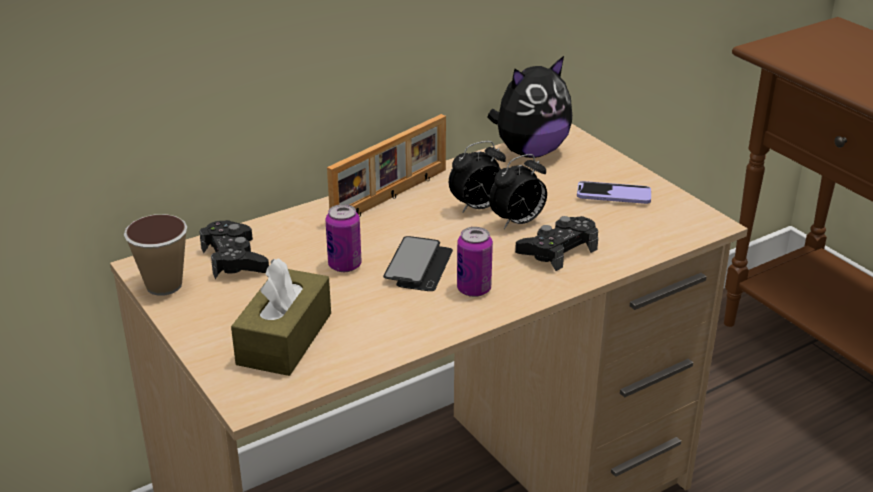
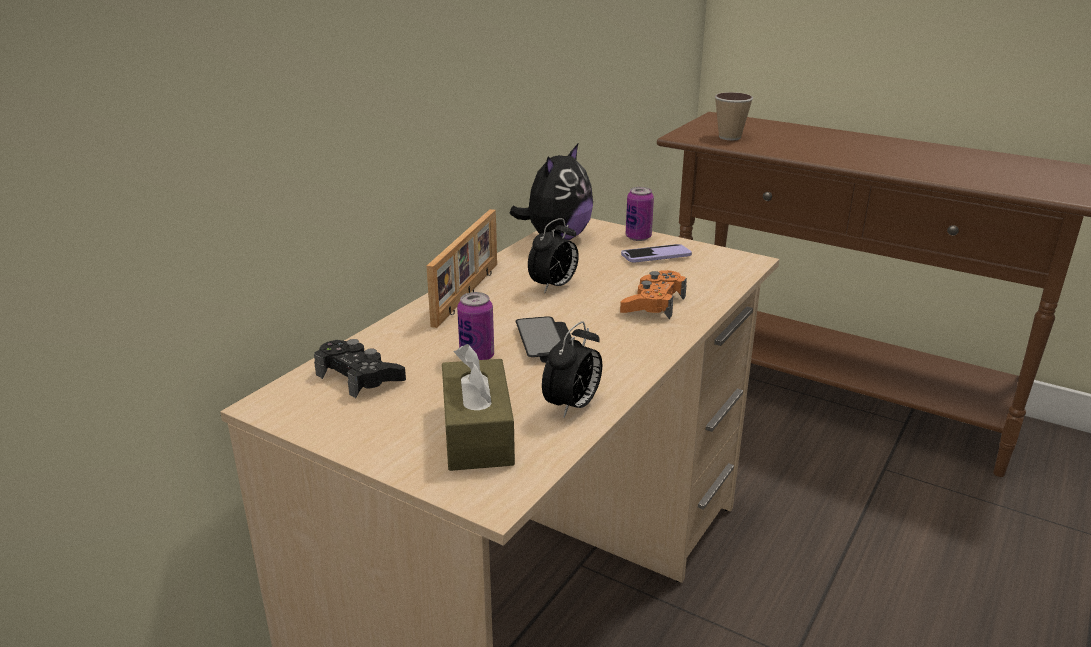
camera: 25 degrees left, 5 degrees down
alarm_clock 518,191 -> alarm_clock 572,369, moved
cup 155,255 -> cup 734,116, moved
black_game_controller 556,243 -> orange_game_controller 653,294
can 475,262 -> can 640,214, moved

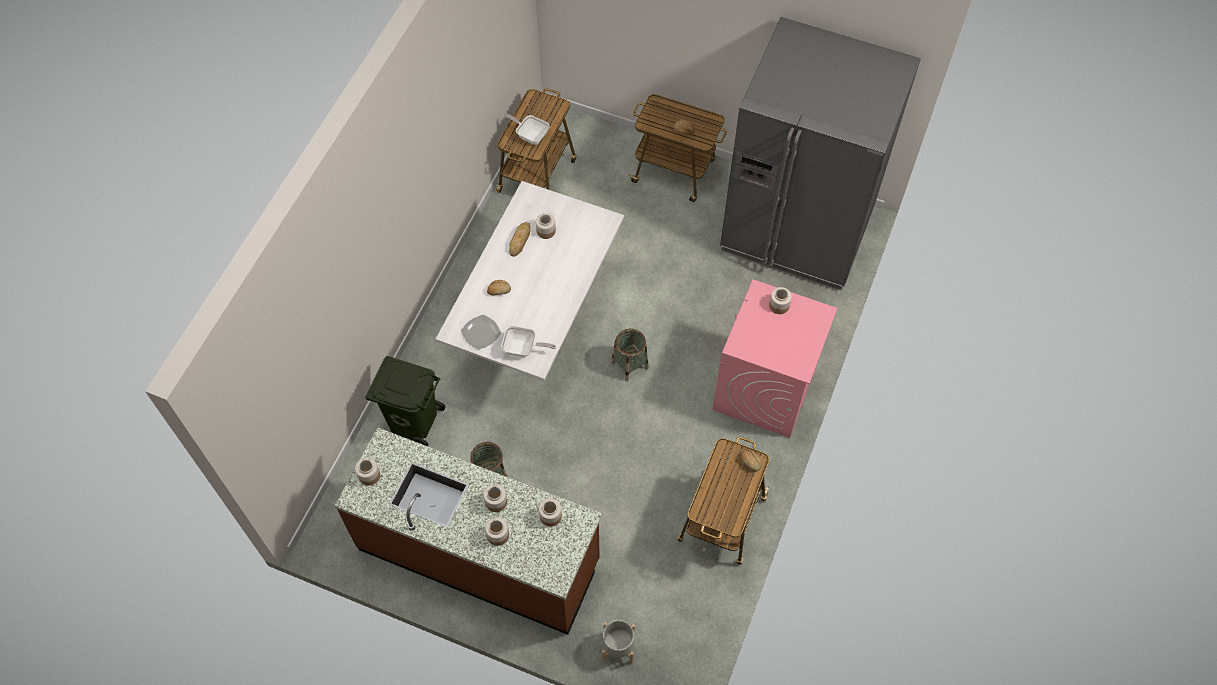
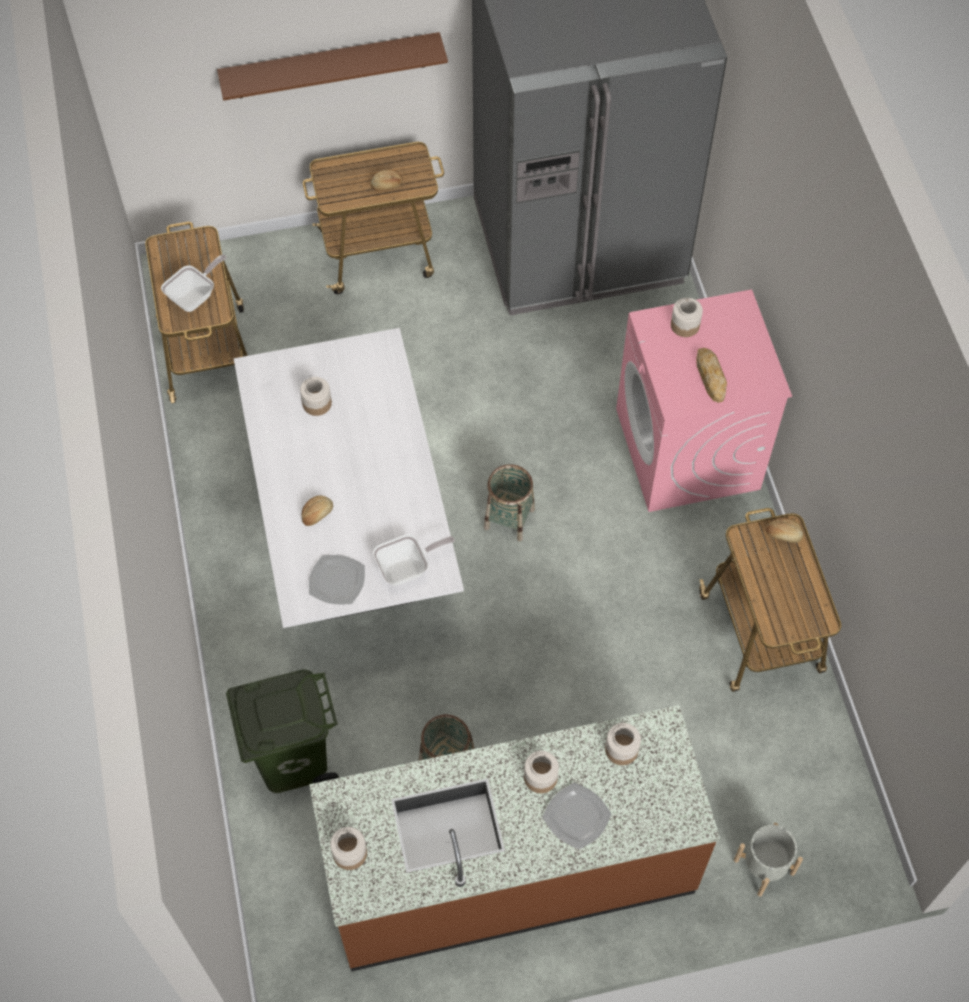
camera: 35 degrees left, 0 degrees up
frying_pan 527,129 -> frying_pan 194,283, 135 degrees clockwise
bread 519,239 -> bread 711,375, moved
jar 497,531 -> plate 576,816
none -> brown_shelf 332,66

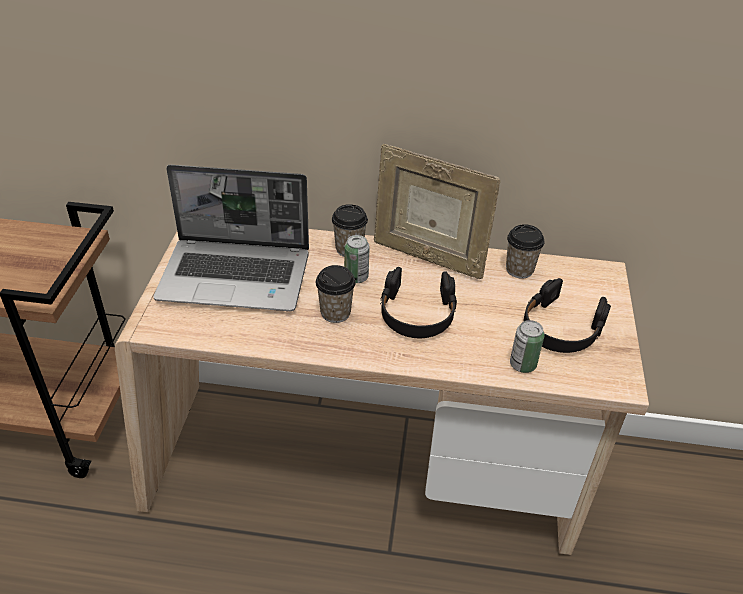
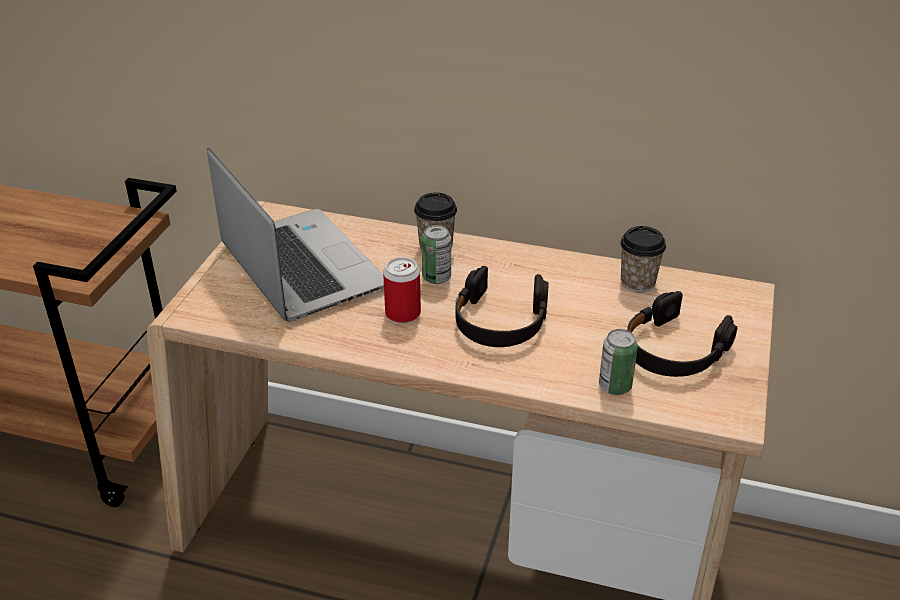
camera: 10 degrees right, 5 degrees down
picture_frame 437,211 -> none
laptop 231,238 -> laptop 295,235, 135 degrees counterclockwise
cup 336,294 -> can 402,290

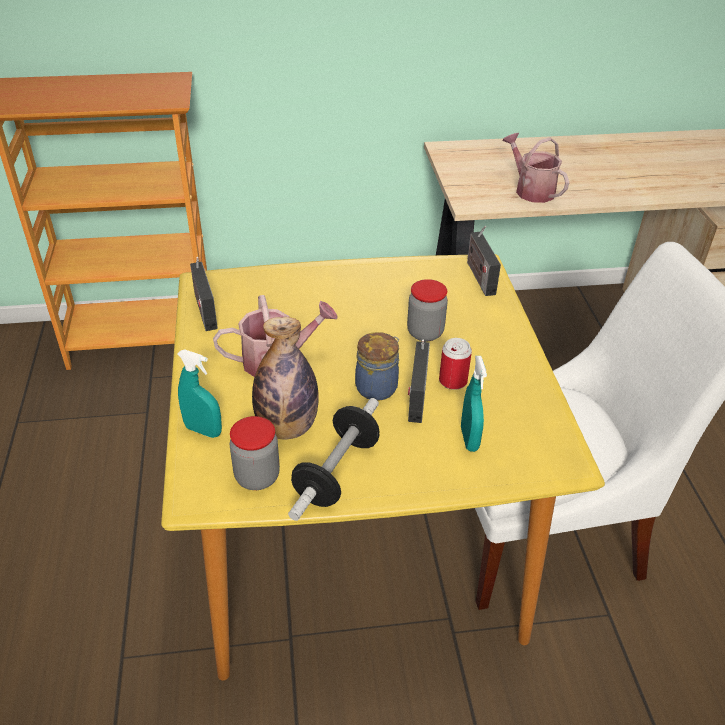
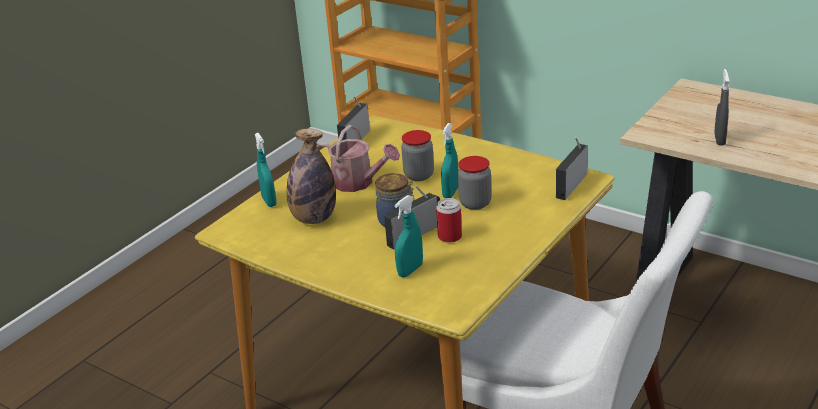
camera: 45 degrees right, 10 degrees down
watering_can 535,168 -> grey_spray_bottle 721,107
dumbbell 334,459 -> none
jar 255,453 -> jar 417,155, moved
none -> turquoise_spray_bottle 449,160

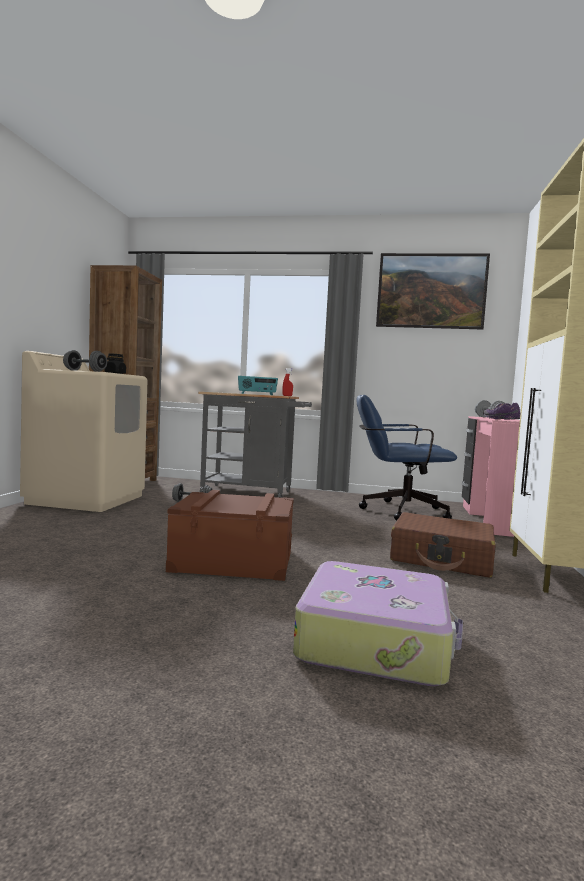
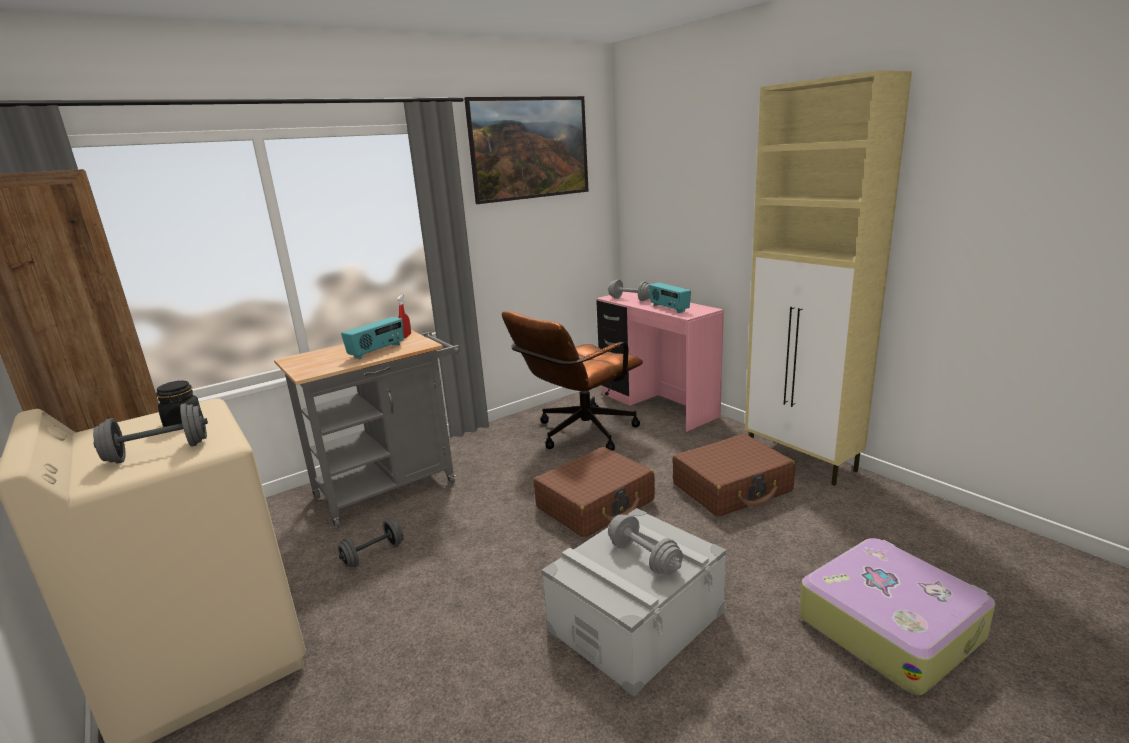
camera: 45 degrees left, 15 degrees up
blue_office_chair 406,458 -> brown_office_chair 572,381
purple_shoe 502,411 -> radio 670,298
brown_storage_box 230,535 -> grey_storage_box 634,602
none -> brown_suitcase 594,492
none -> grey_dumbbell 645,544

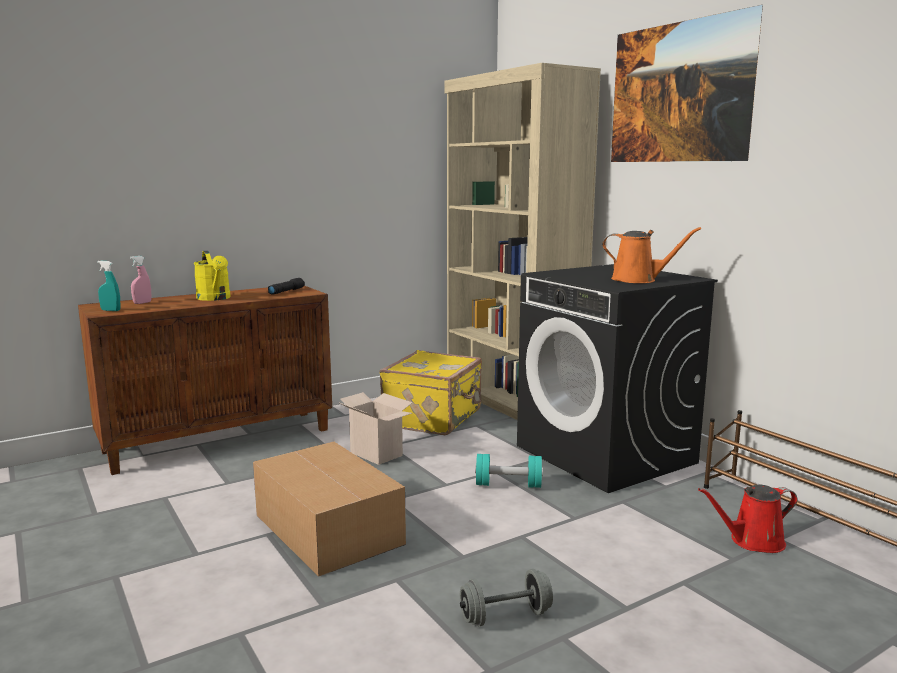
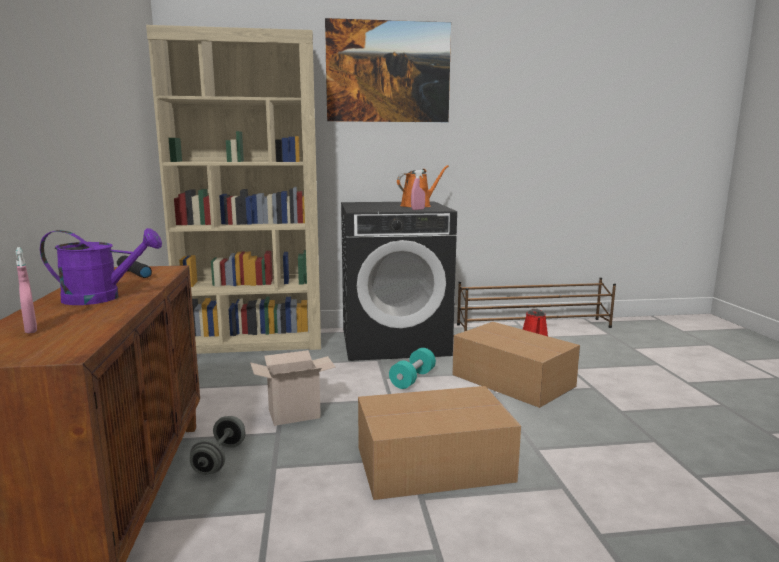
camera: 65 degrees left, 0 degrees up
yellow_watering_can 212,276 -> purple_watering_can 101,266
turquoise_spray_bottle 108,286 -> none
yellow_suitcase 430,392 -> none
grey_dumbbell 506,597 -> grey_dumbbell 218,445, moved
none -> pink_spray_bottle 418,190
none -> cardboard_box 516,365

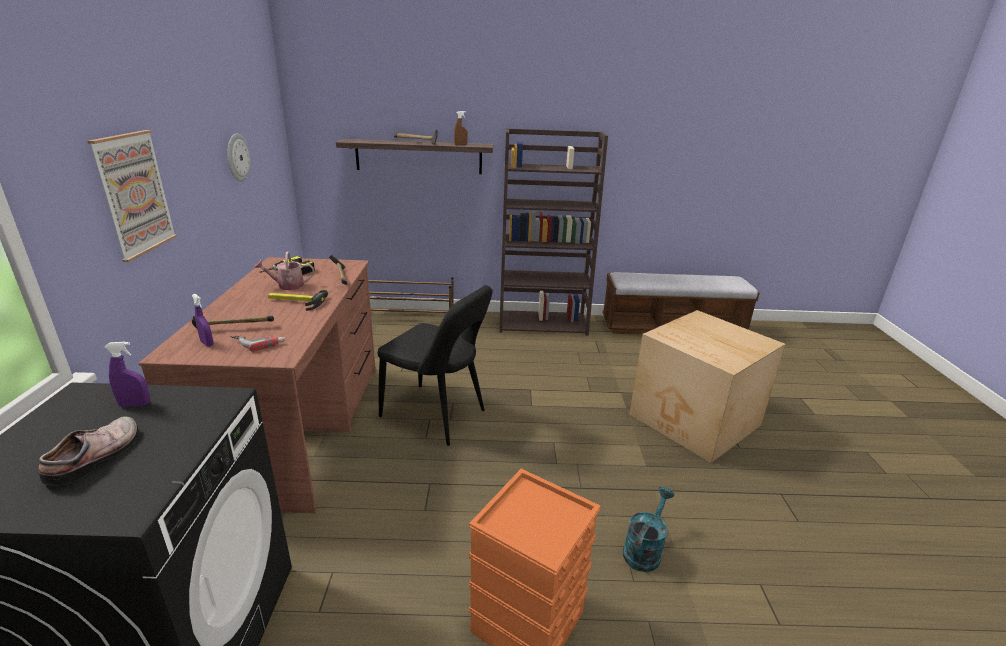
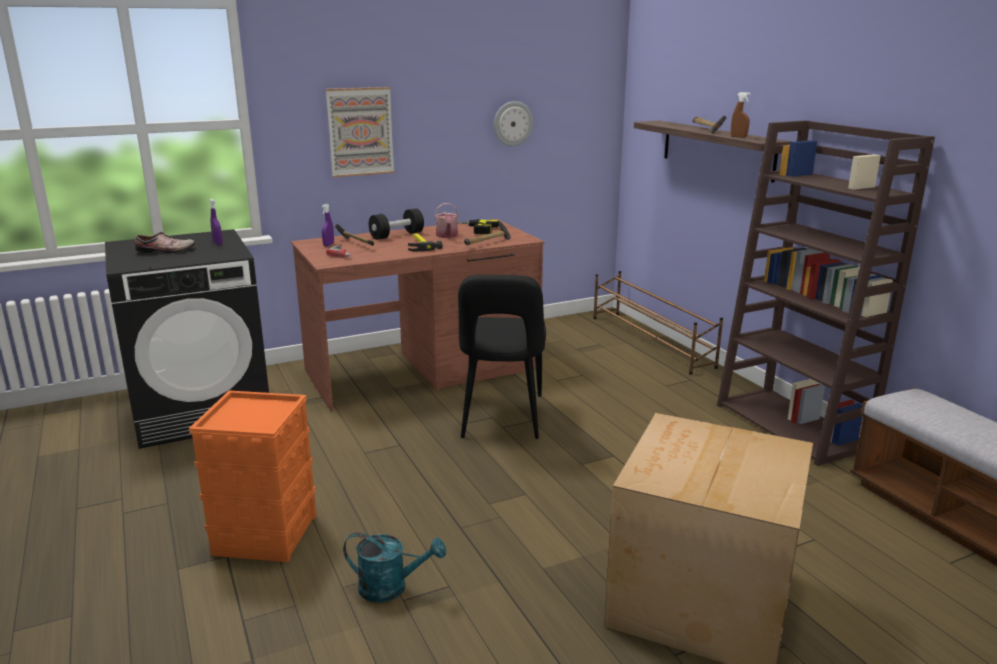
camera: 65 degrees right, 5 degrees down
watering_can 284,271 -> watering_can 446,220, 150 degrees counterclockwise
none -> black_dumbbell 396,224

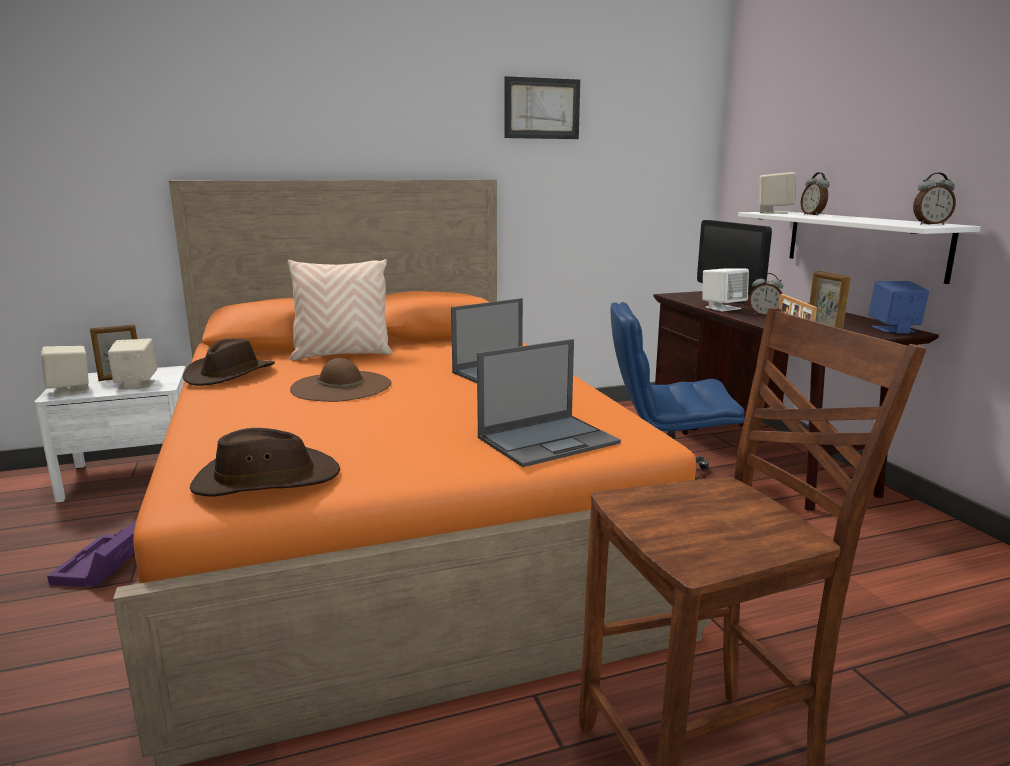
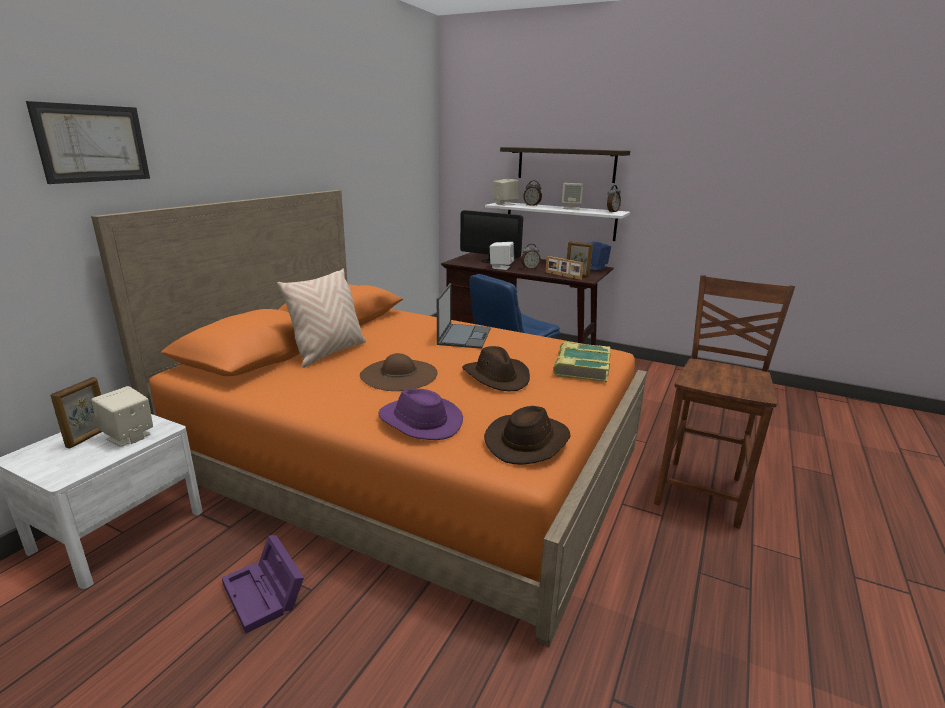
camera: 45 degrees left, 5 degrees up
picture 542,107 -> picture 88,142, moved
brown_hat 229,362 -> brown_hat 496,368, moved
laptop 549,403 -> book 582,361
beige_speaker 65,371 -> beige_speaker 573,196, moved
none -> shelf 565,165
none -> purple_hat 420,414

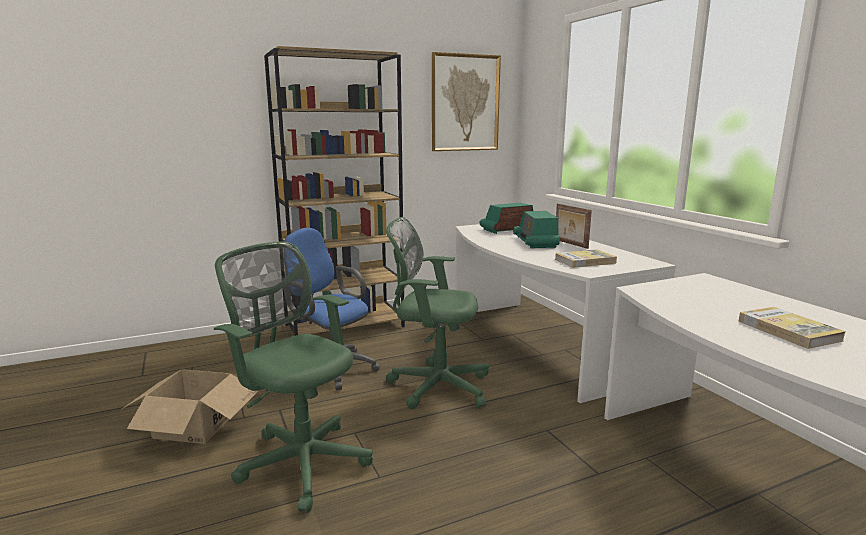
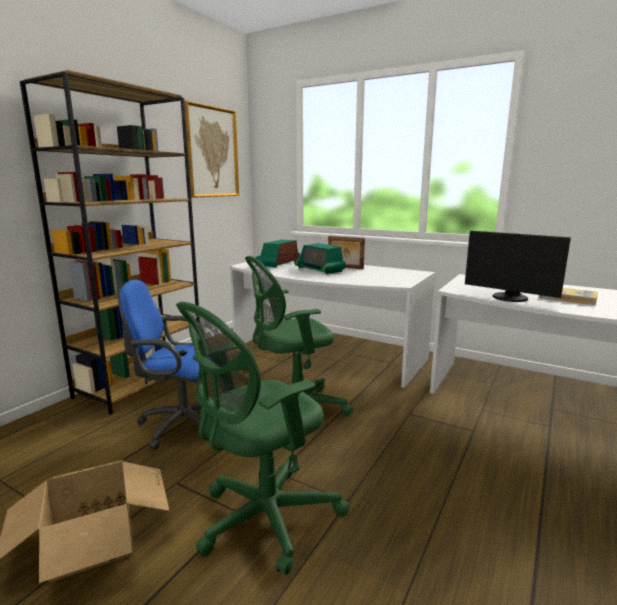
camera: 35 degrees left, 0 degrees up
green_office_chair 293,377 -> green_office_chair 263,438, 45 degrees counterclockwise
book 586,258 -> none
none -> monitor 518,266

